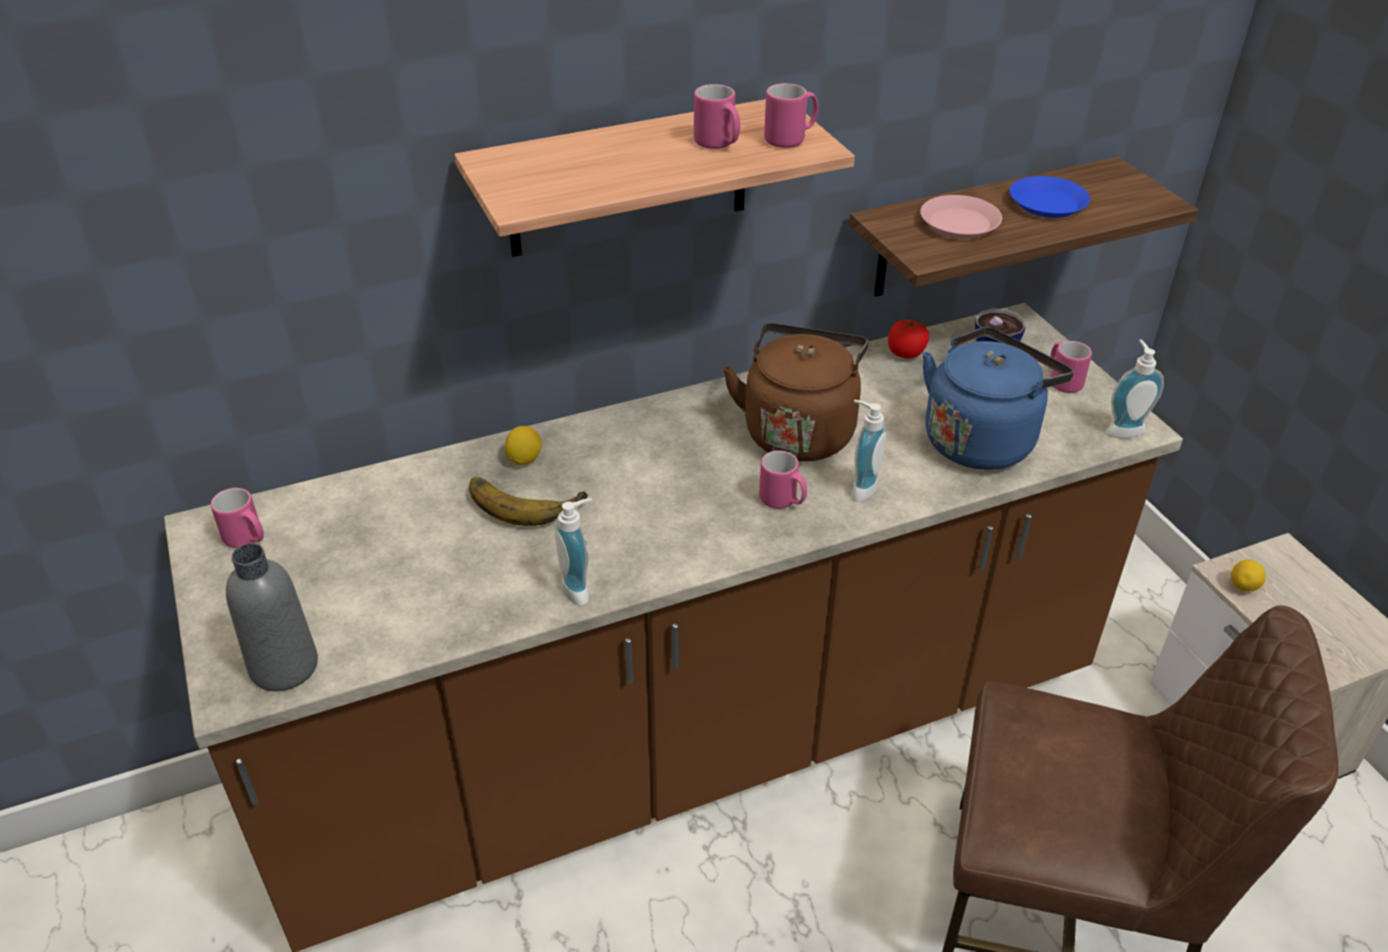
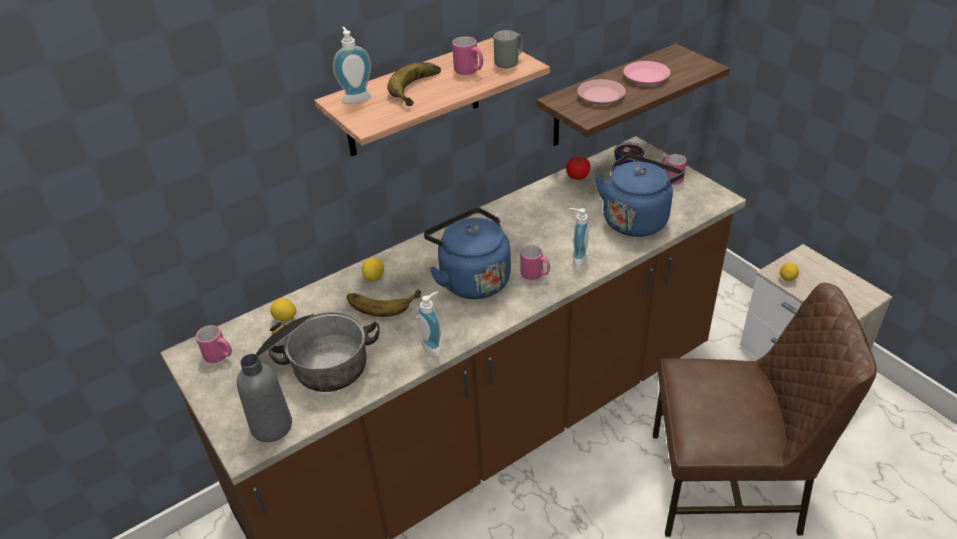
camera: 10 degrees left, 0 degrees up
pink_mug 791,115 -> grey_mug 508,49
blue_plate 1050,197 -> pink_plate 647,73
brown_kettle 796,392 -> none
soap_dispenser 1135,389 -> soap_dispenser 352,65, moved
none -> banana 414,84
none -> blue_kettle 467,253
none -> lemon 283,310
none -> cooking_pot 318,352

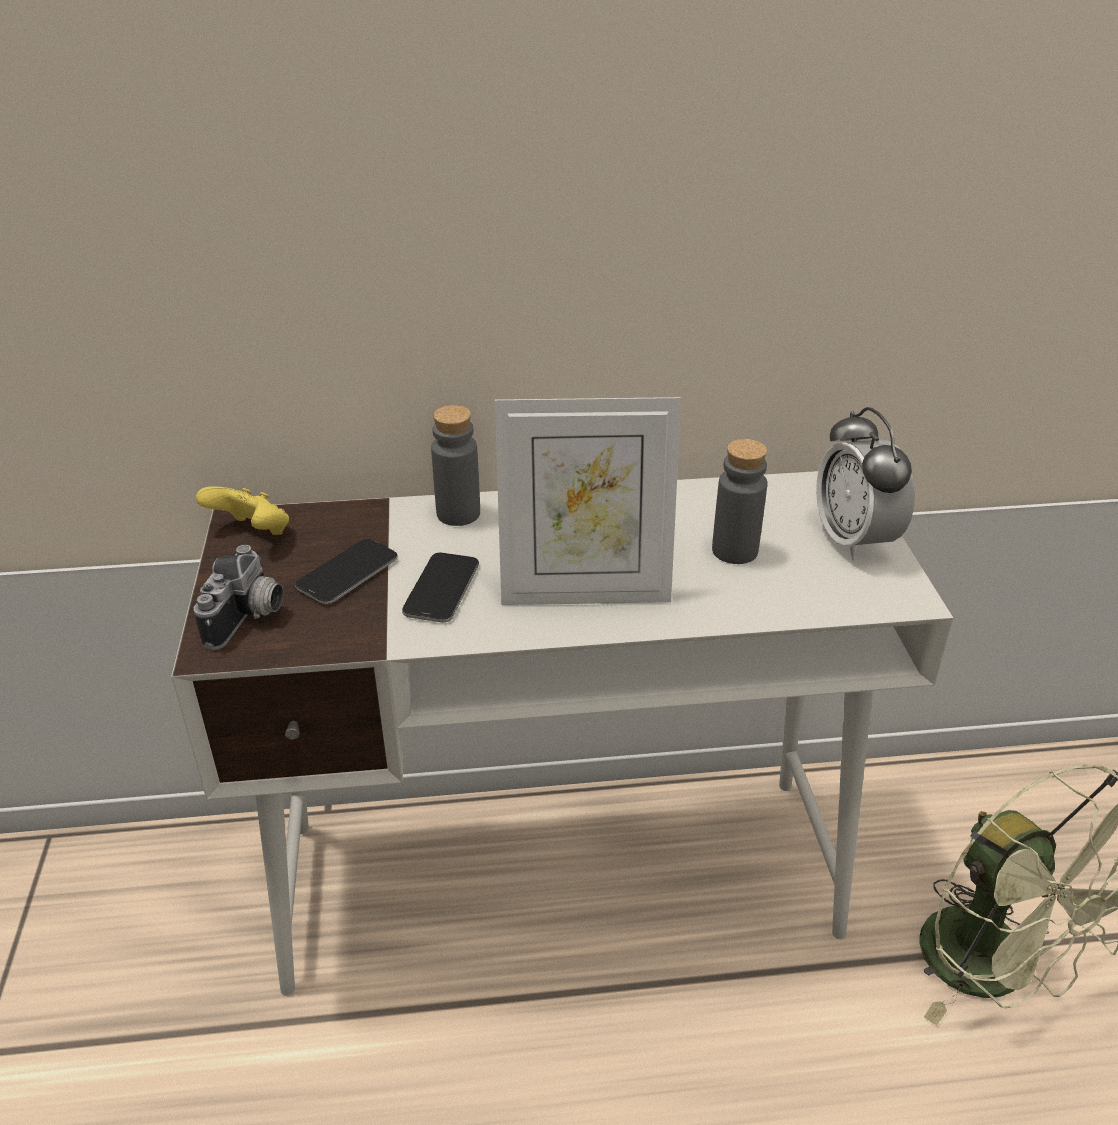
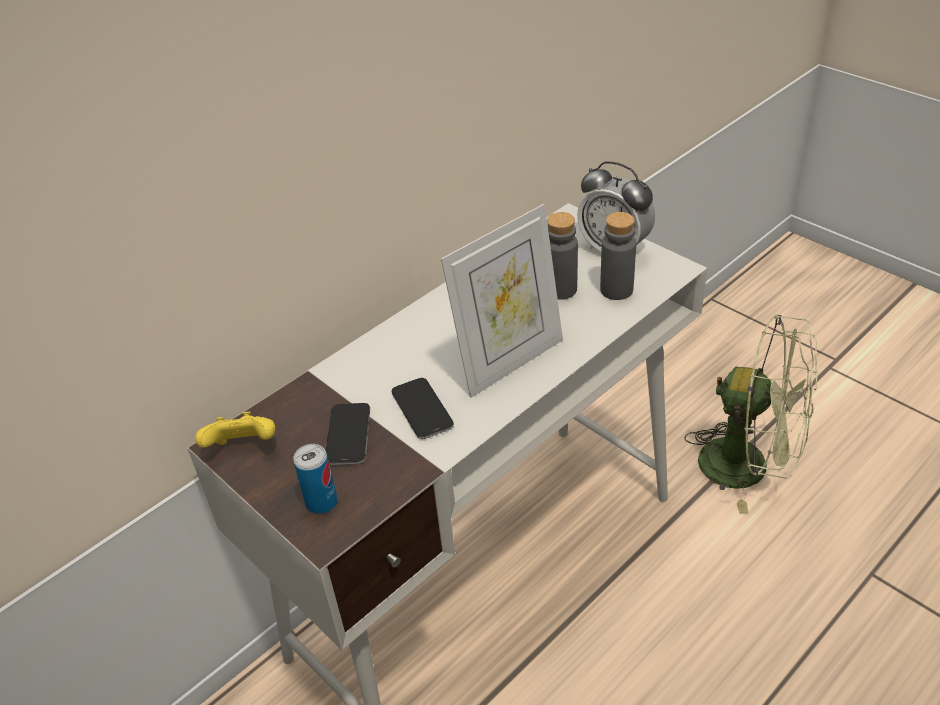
camera: 35 degrees left, 5 degrees up
grey_bottle 455,465 -> grey_bottle 618,256, moved
photo_camera 238,597 -> can 315,479

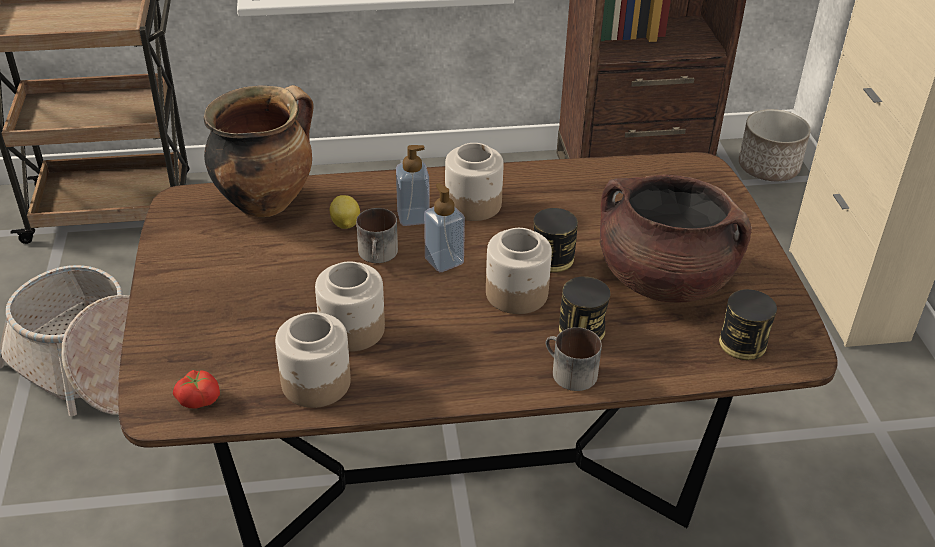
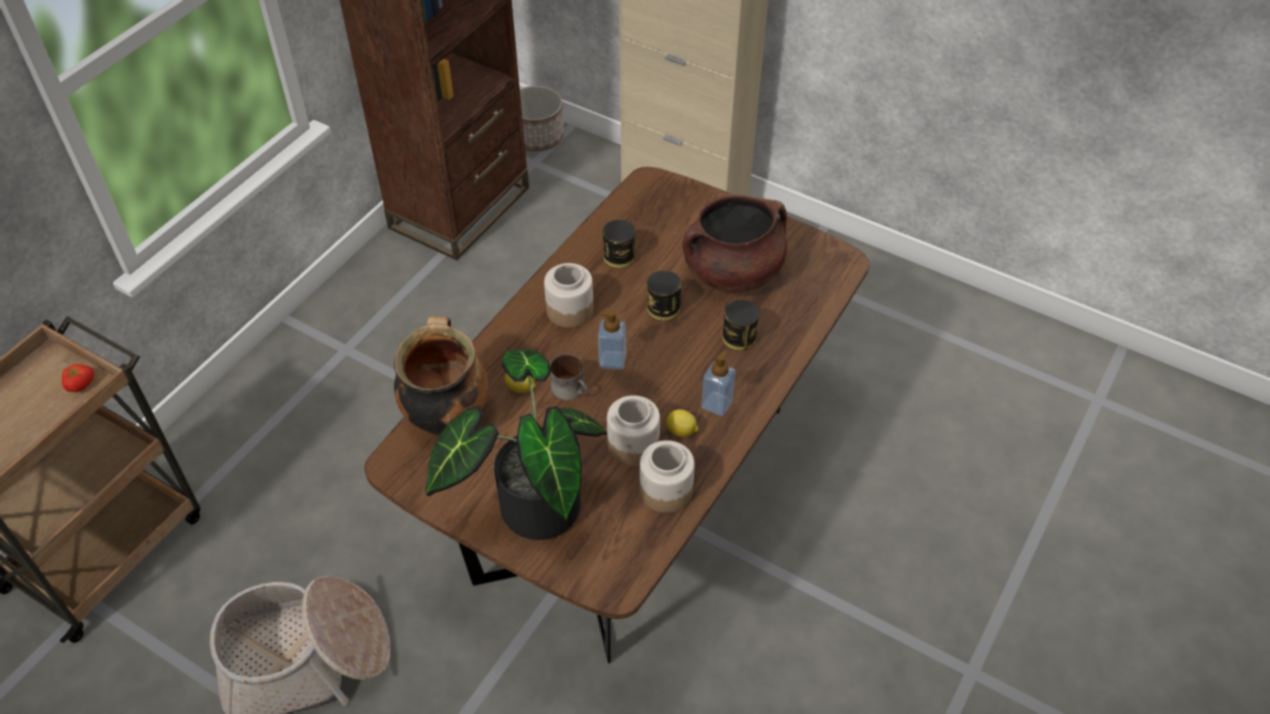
camera: 50 degrees left, 10 degrees up
soap_dispenser 413,185 -> soap_dispenser 718,383, moved
jar 519,271 -> none
can 748,324 -> can 618,244, moved
mug 574,359 -> none
tomato 196,389 -> tomato 78,378, moved
none -> potted_plant 516,444
none -> lemon 682,423

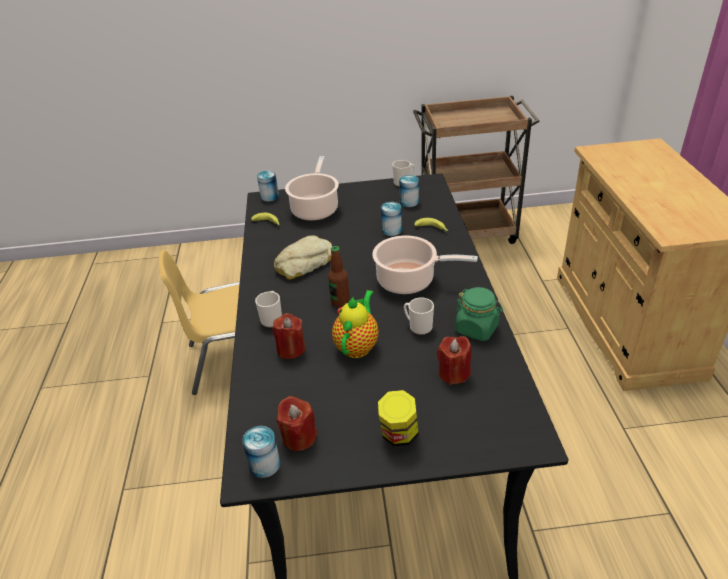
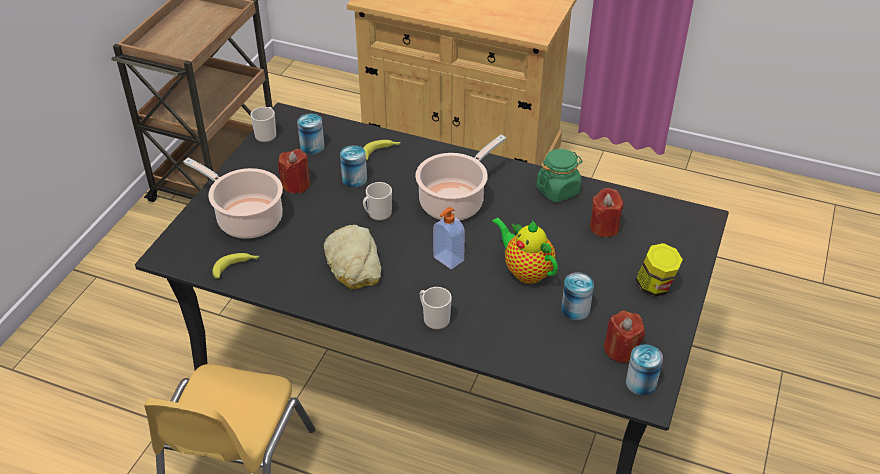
camera: 65 degrees left, 5 degrees up
can 268,186 -> can 577,296, moved
bottle 339,276 -> soap_dispenser 449,238
mug 419,316 -> mug 377,201, moved
red_candle 288,336 -> red_candle 294,171, moved

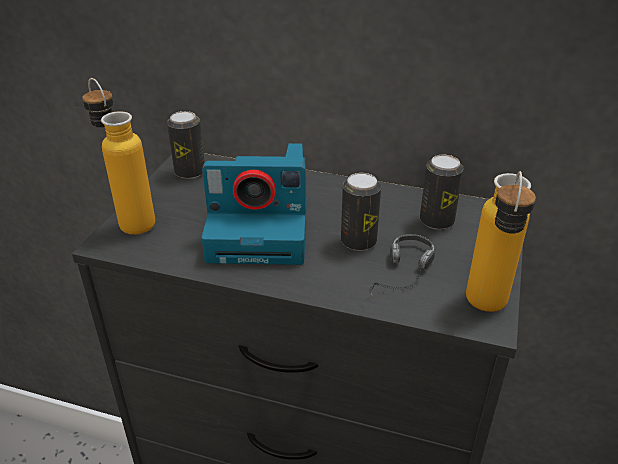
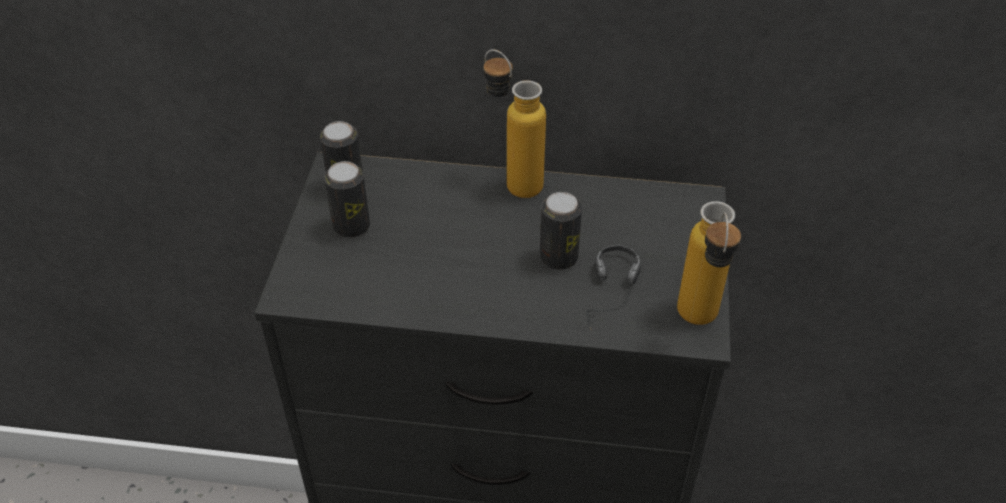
camera: 10 degrees left, 10 degrees up
bottle 118,156 -> bottle 514,123, moved
photo_camera 254,204 -> none
can 442,192 -> can 347,199, moved

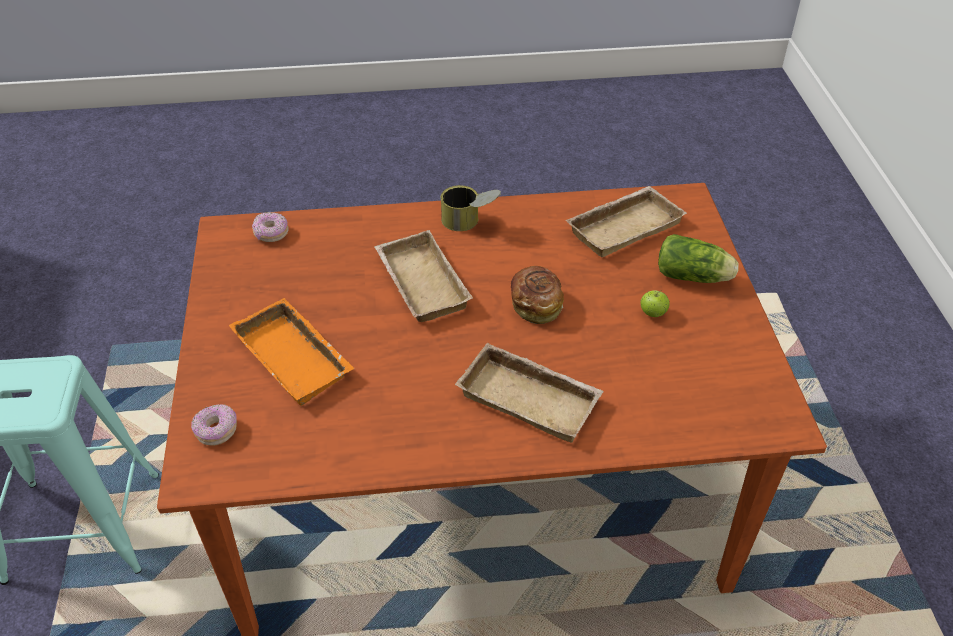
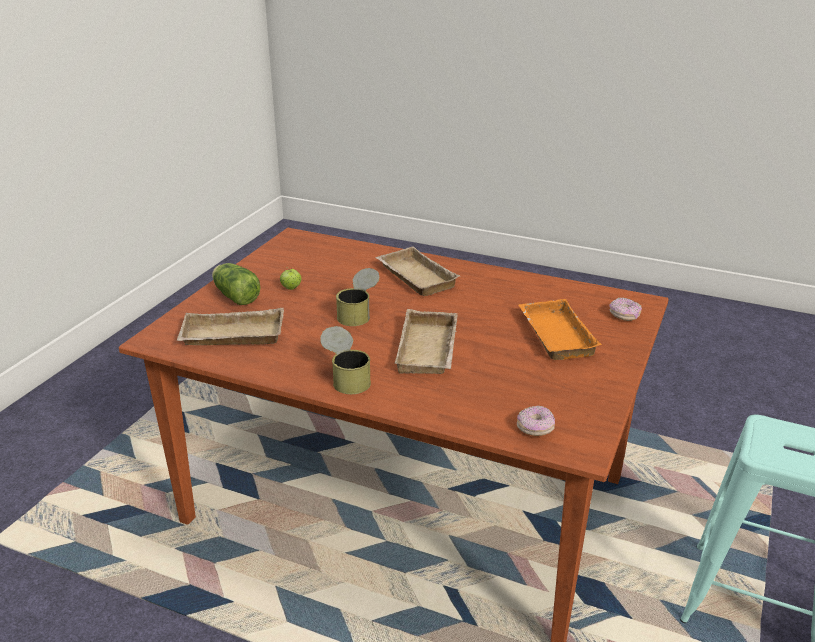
camera: 150 degrees left, 15 degrees down
bread 537,295 -> can 358,297

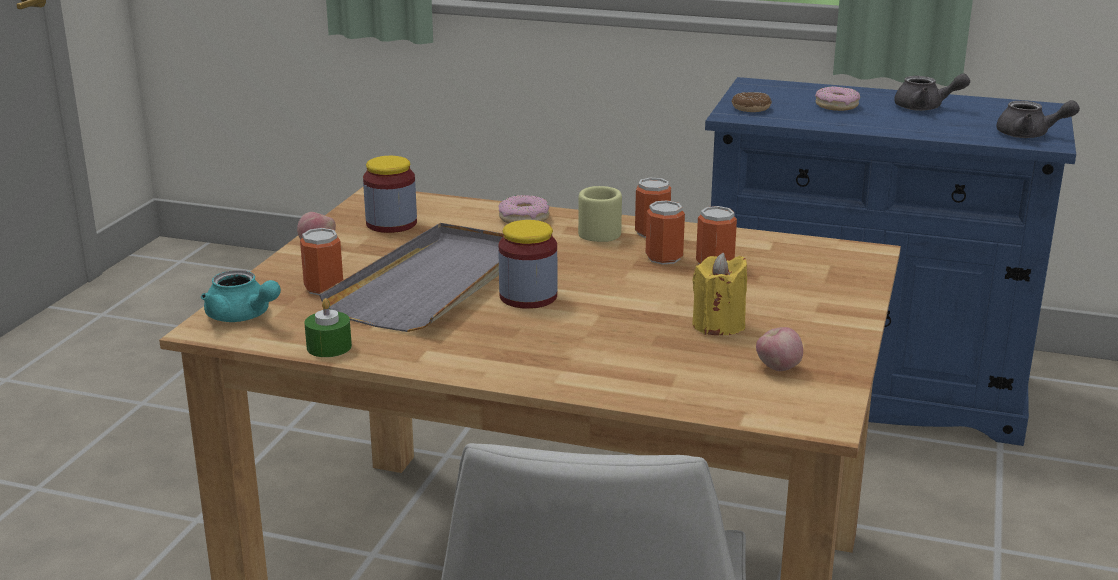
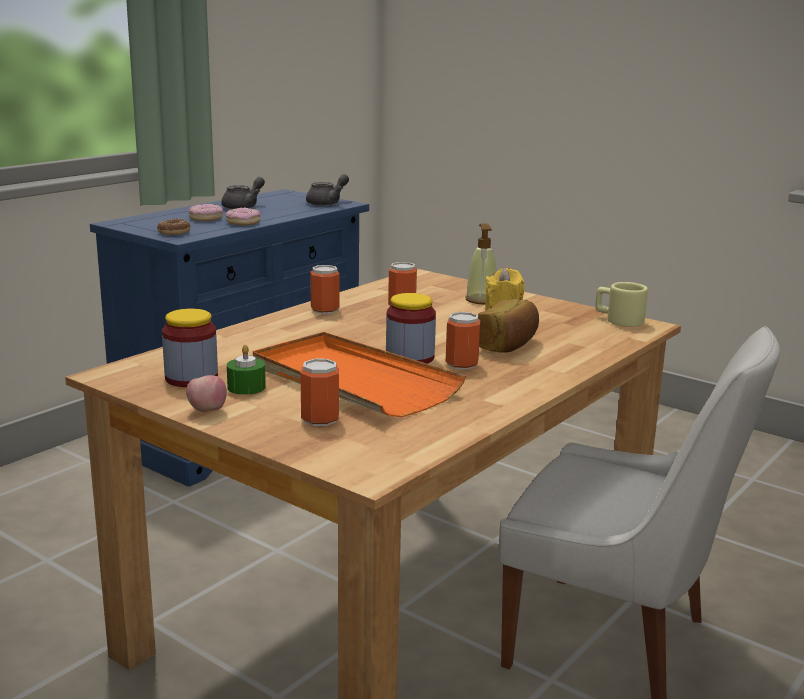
camera: 70 degrees left, 5 degrees down
beige_mug 600,214 -> beige_mug 622,304, moved
donut 524,209 -> donut 243,216, moved
can 665,232 -> can 463,341, moved
grey_tray 411,277 -> orange_tray 359,375
turquoise_teapot 241,296 -> none
green_candle 328,327 -> green_candle 246,369, moved
apple 779,349 -> none
none -> soap_dispenser 481,263
none -> bread 508,326

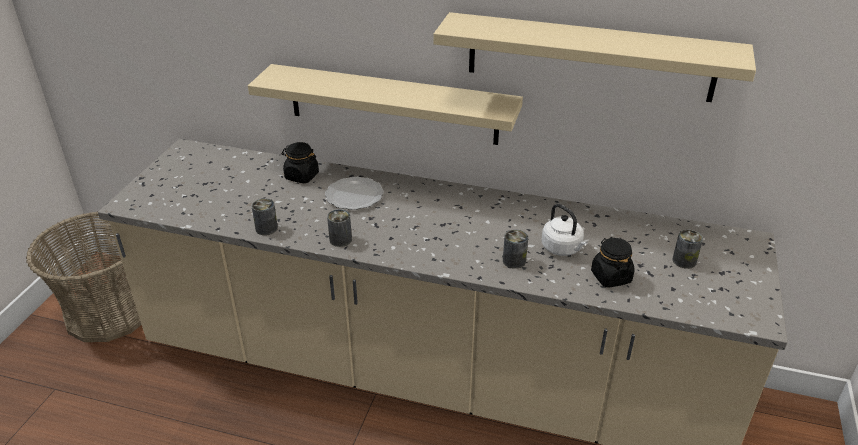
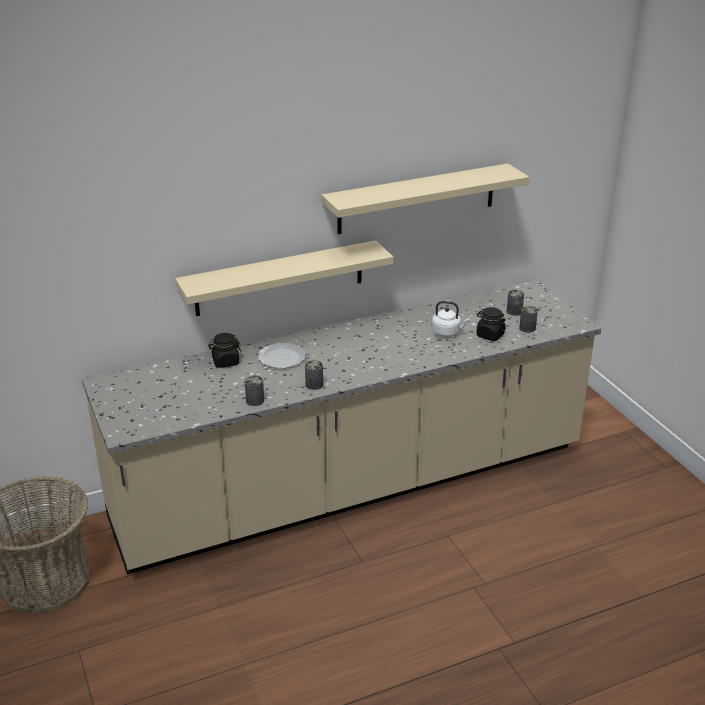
camera: 40 degrees left, 5 degrees down
can 515,249 -> can 528,319, moved

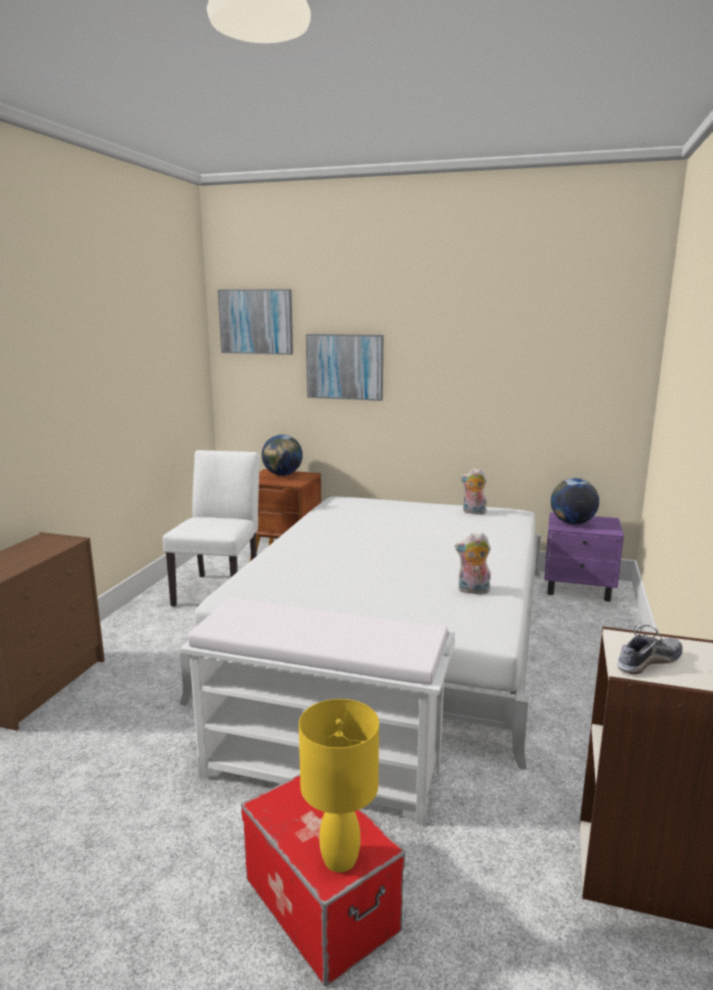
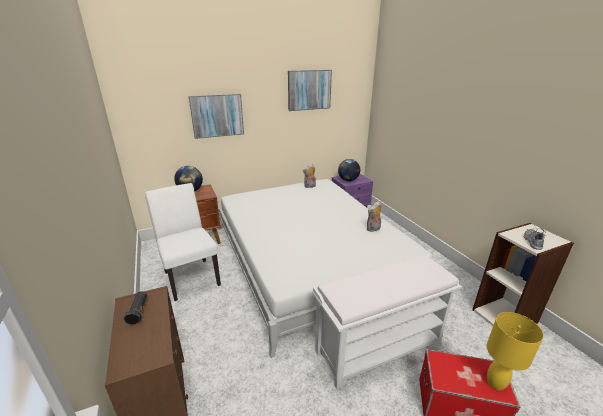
camera: 40 degrees left, 10 degrees up
picture 255,322 -> picture 310,90, moved
none -> black_flashlight 135,308

